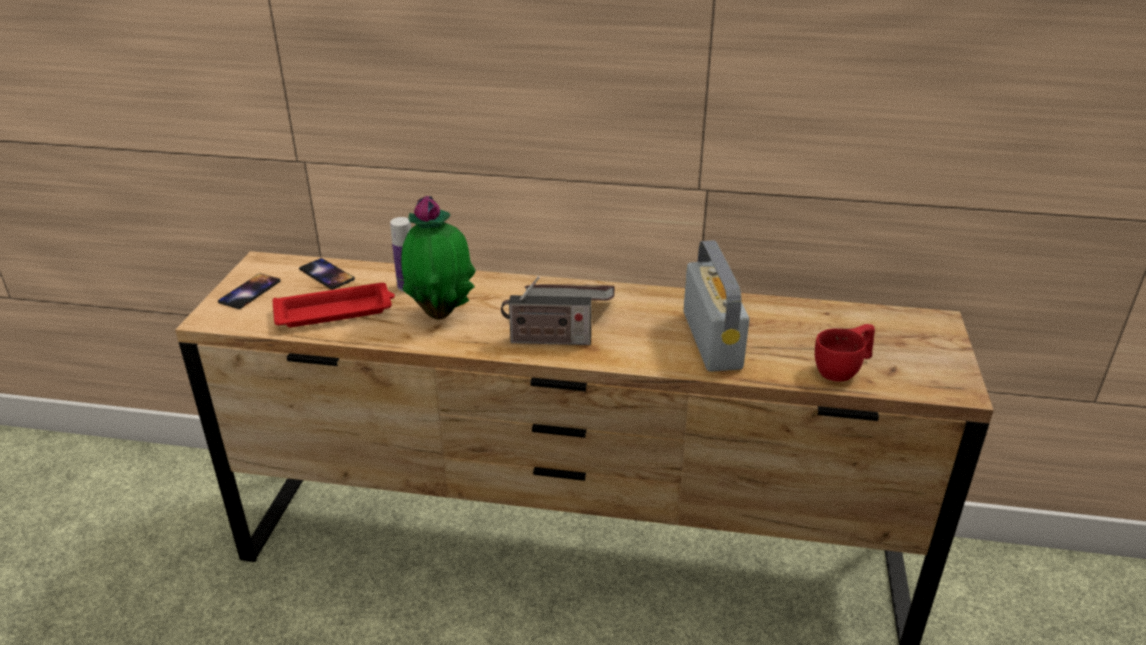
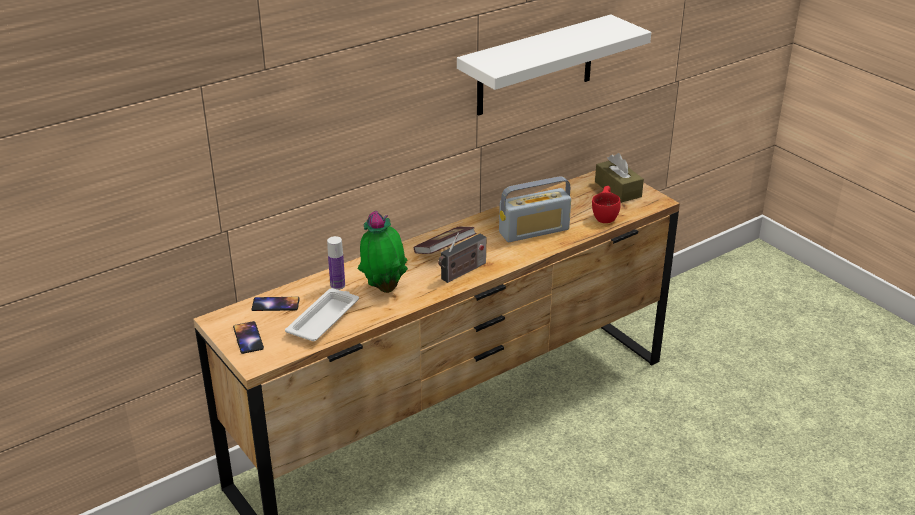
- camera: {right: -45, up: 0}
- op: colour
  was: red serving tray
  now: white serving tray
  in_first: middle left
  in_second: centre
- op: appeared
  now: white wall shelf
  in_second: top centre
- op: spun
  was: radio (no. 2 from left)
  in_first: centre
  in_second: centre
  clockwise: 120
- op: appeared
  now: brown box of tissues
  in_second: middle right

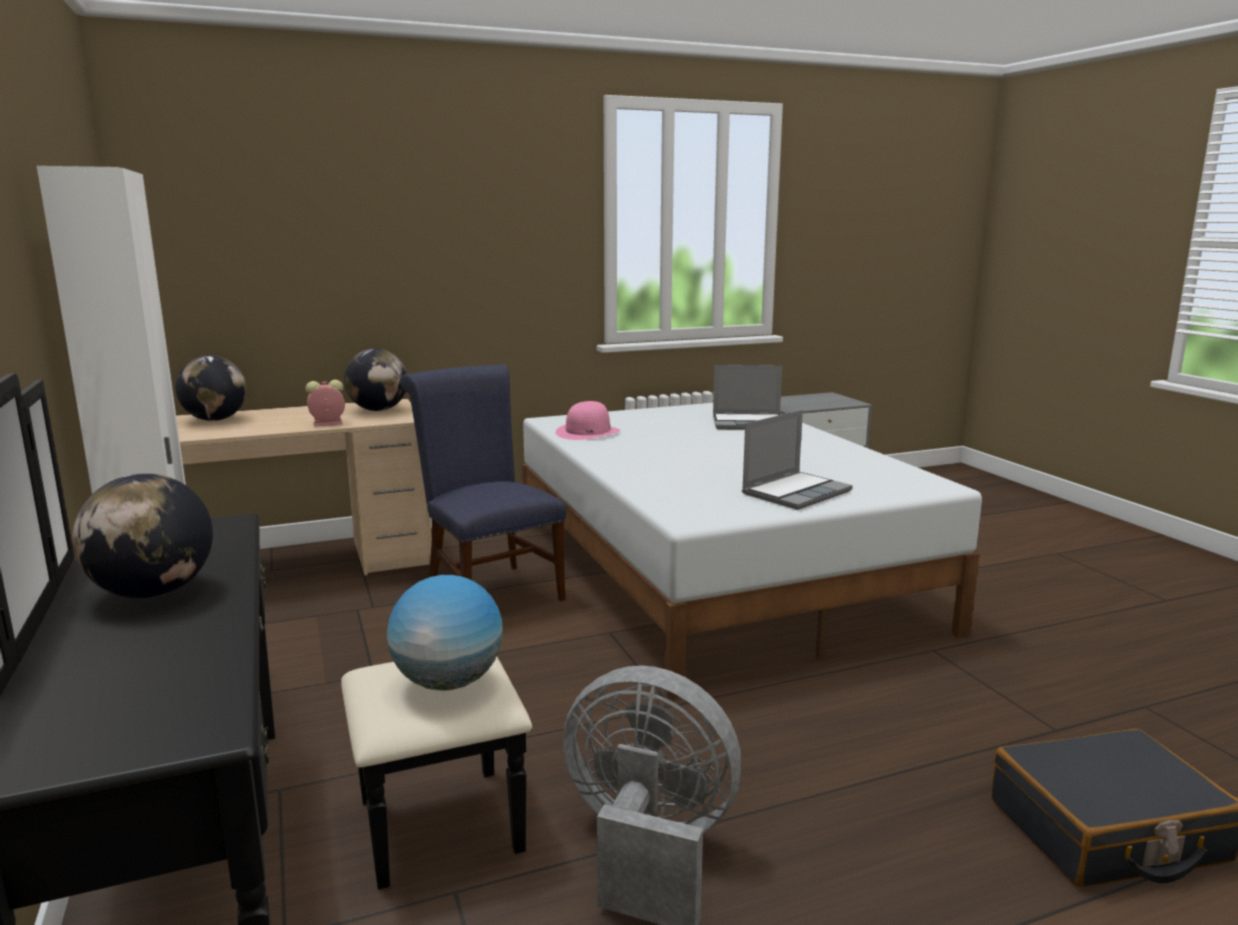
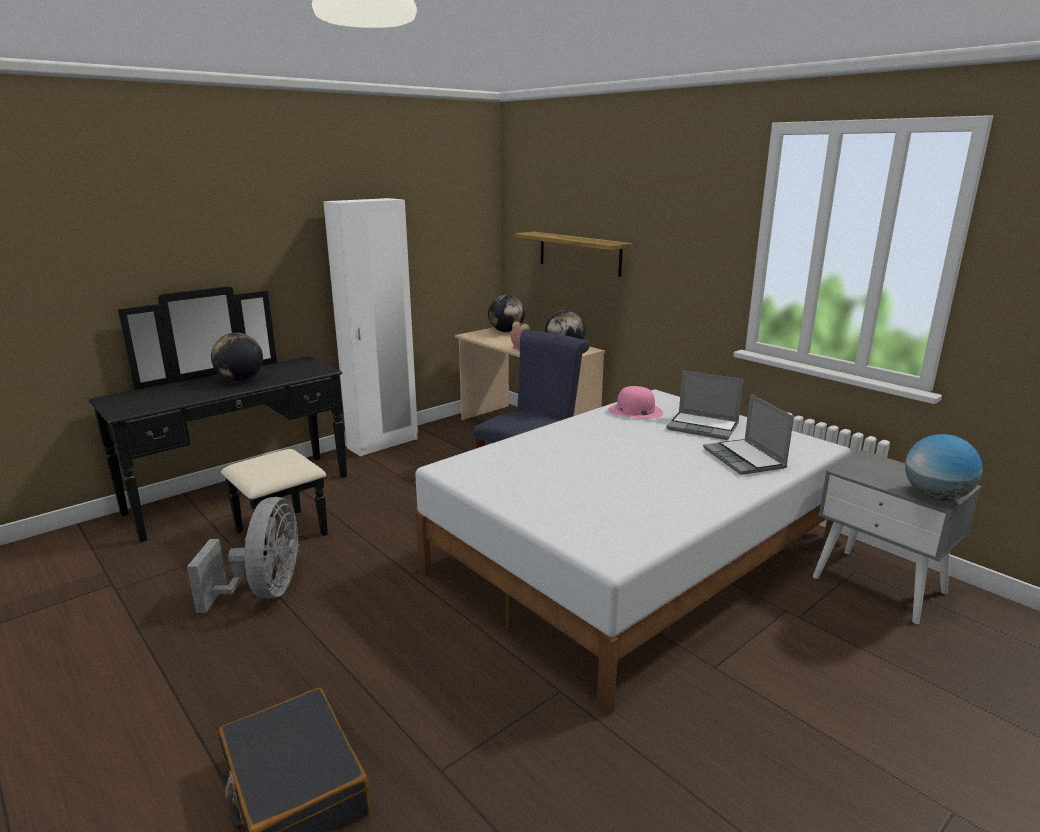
- camera: {right: 70, up: 5}
- op: appeared
  now: wall shelf
  in_second: top centre
- op: relocated
  was: laptop (no. 2 from left in the first image)
  now: laptop (no. 1 from left)
  in_first: centre
  in_second: middle right
- op: relocated
  was: desk globe (no. 4 from left)
  in_first: bottom centre
  in_second: middle right

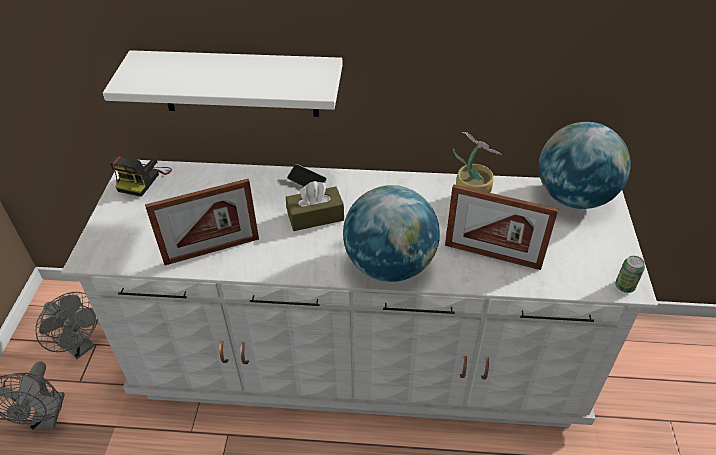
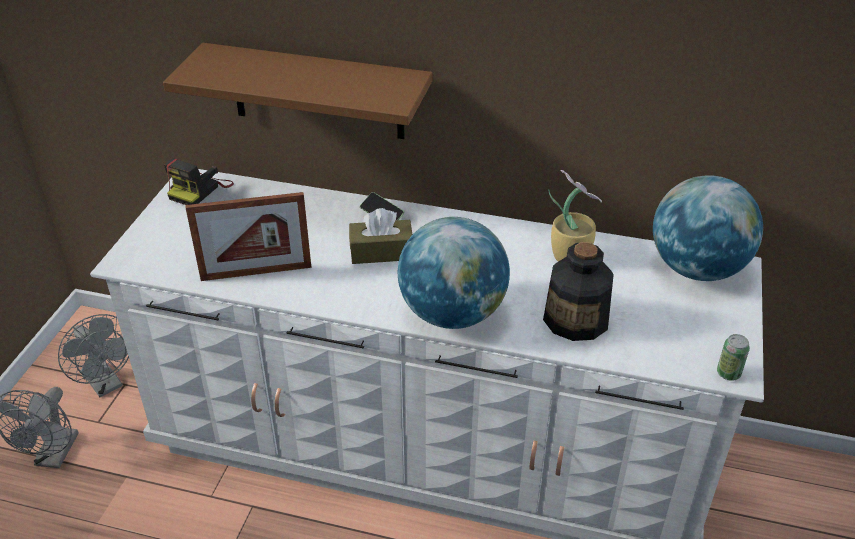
- camera: {right: 10, up: -5}
- op: colour
  was: white wall shelf
  now: brown wall shelf
  in_first: top left
  in_second: top centre
- op: exchanged
  was: photo frame (no. 2 from left)
  now: beverage bottle
  in_first: middle right
  in_second: middle right

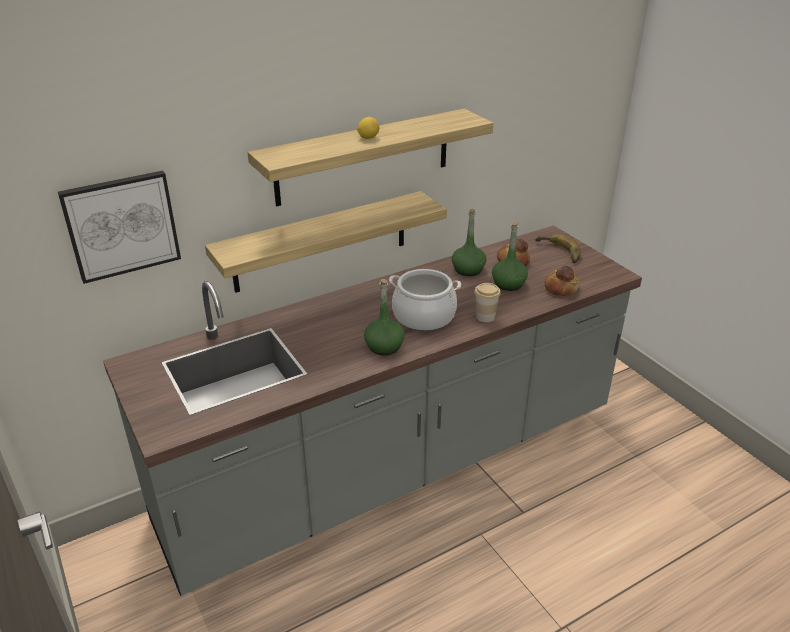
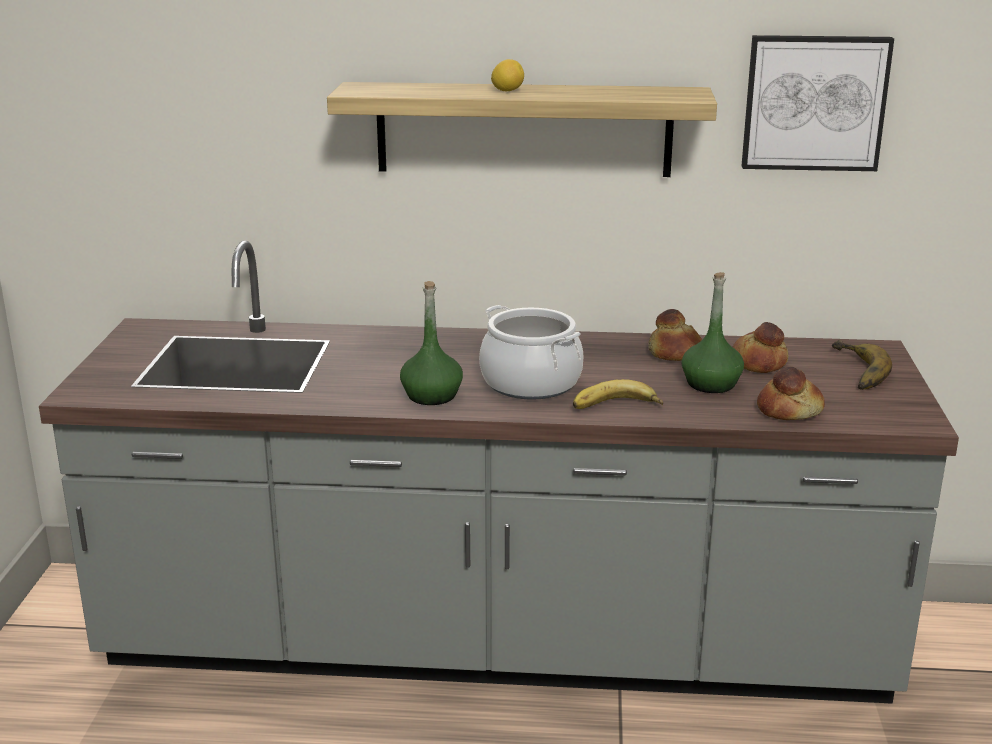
- camera: {right: 35, up: -10}
- op: exchanged
  was: drinking cup
  now: banana fruit (no. 1 from left)
  in_first: centre
  in_second: centre
- op: exchanged
  was: green-coloured beverage bottle (no. 2 from left)
  now: bread (no. 1 from left)
  in_first: centre
  in_second: middle right
- op: relocated
  was: wall art
  in_first: middle left
  in_second: top right
- op: missing
  was: wall shelf (no. 1 from left)
  in_first: centre

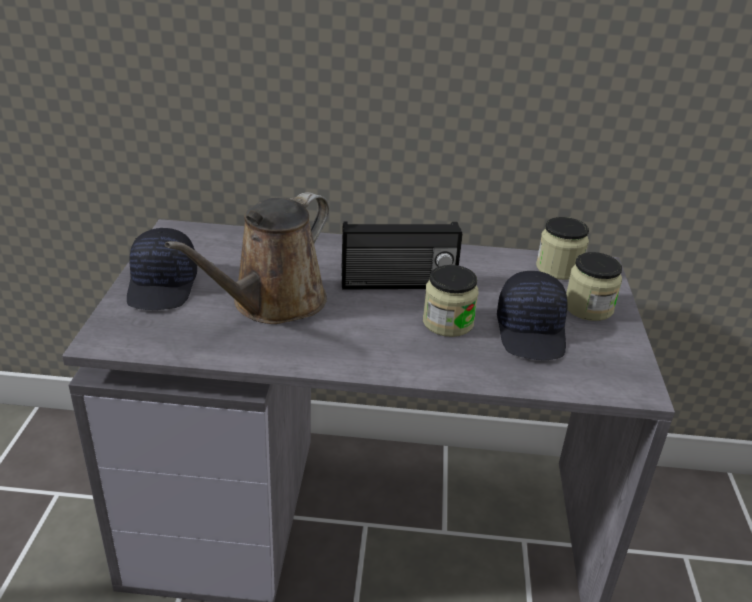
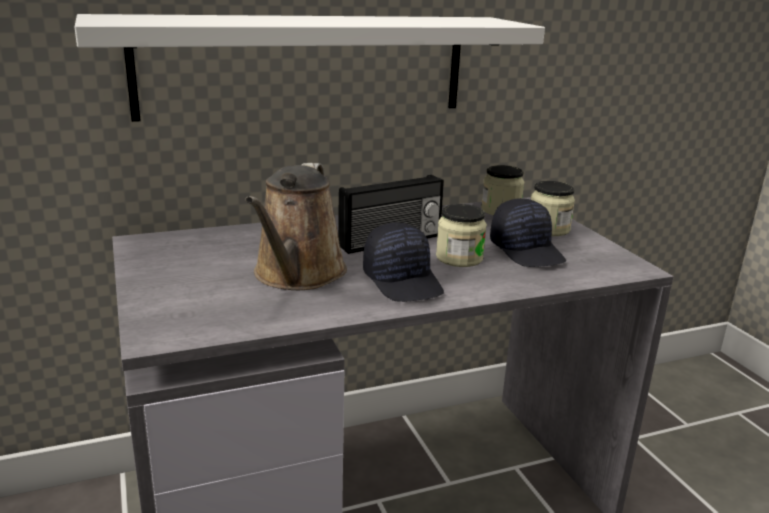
- camera: {right: -25, up: -10}
- op: appeared
  now: white wall shelf
  in_second: top centre
- op: relocated
  was: blackish cap (no. 1 from left)
  in_first: middle left
  in_second: centre

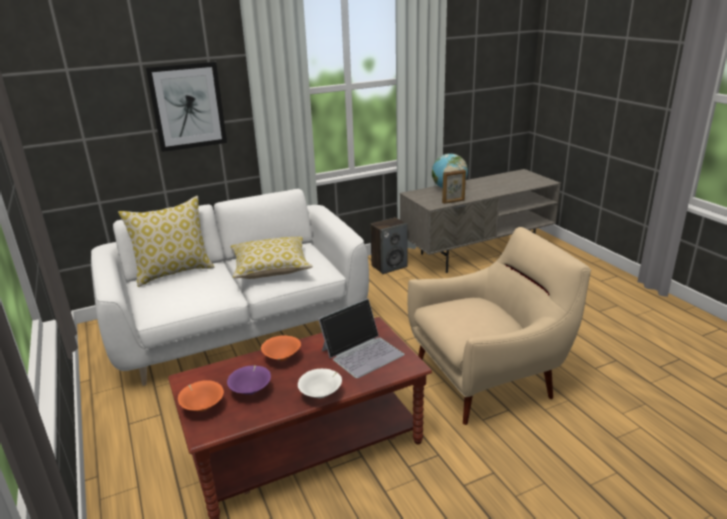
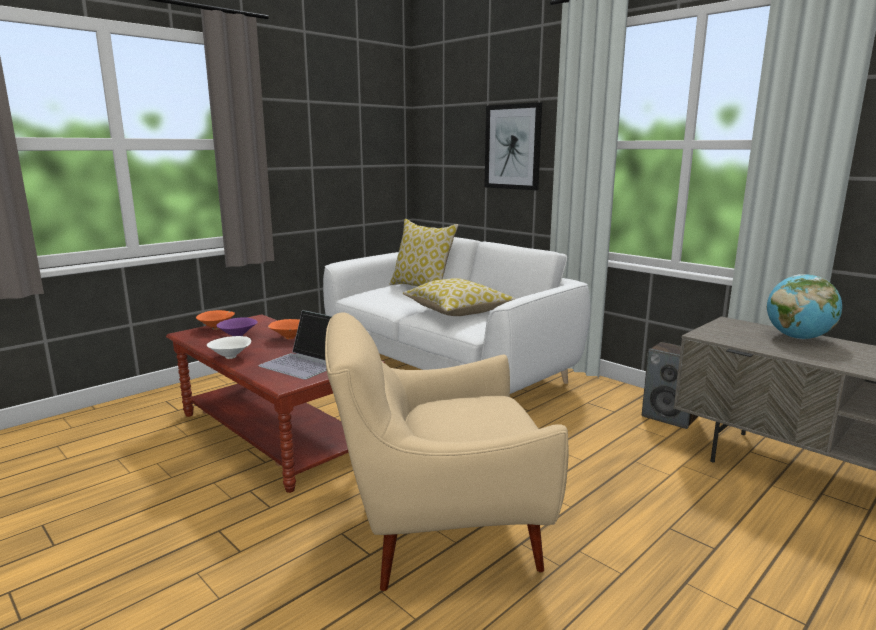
- camera: {right: 70, up: -10}
- op: spun
  was: beige easy chair
  in_first: middle right
  in_second: bottom centre
  clockwise: 120
- op: missing
  was: photo frame
  in_first: centre

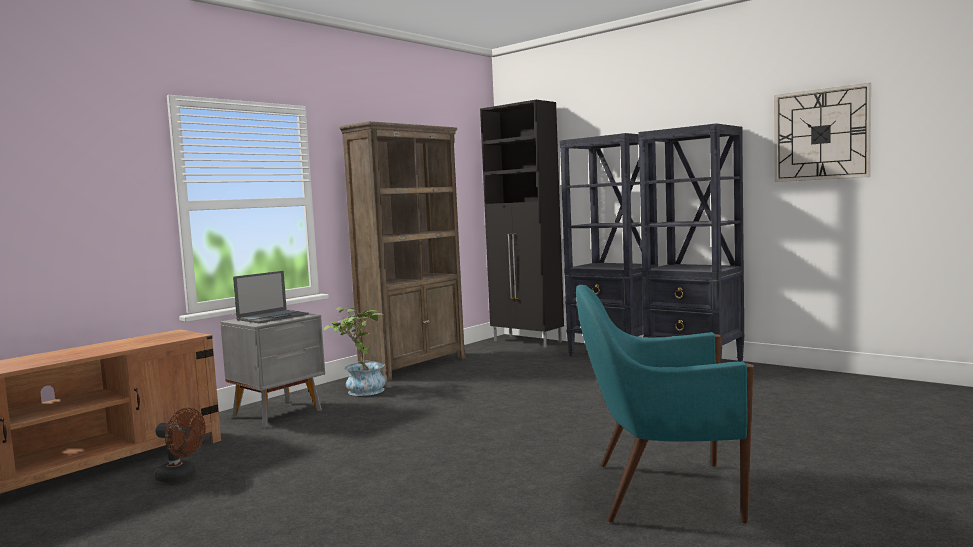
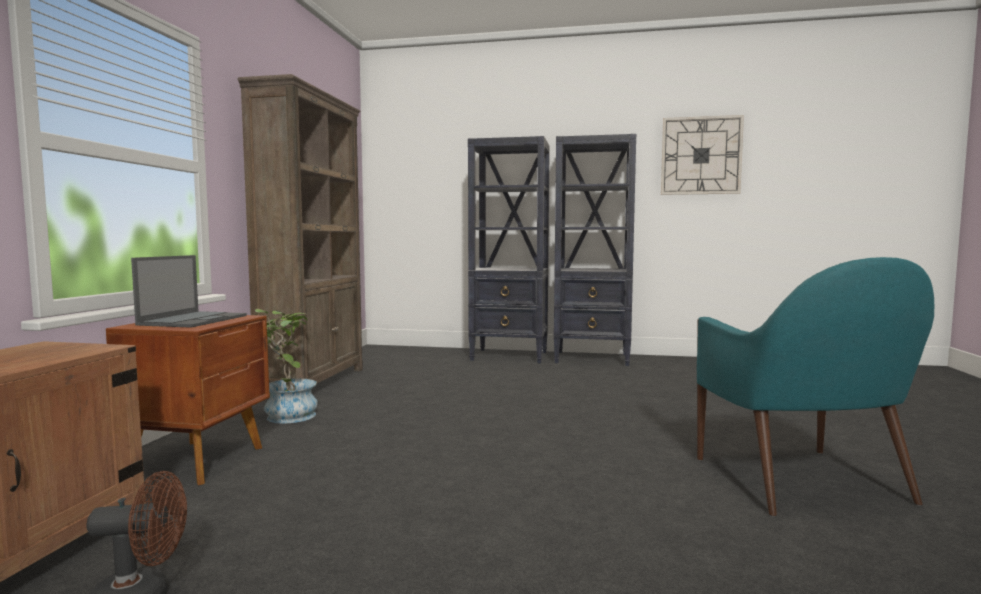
- camera: {right: -30, up: 0}
- op: colour
  was: greyish nightstand
  now: brown nightstand
  in_first: bottom left
  in_second: bottom left
- op: spun
  was: blue-green easy chair
  in_first: bottom right
  in_second: middle right
  clockwise: -75
- op: missing
  was: blackish cupboard
  in_first: centre

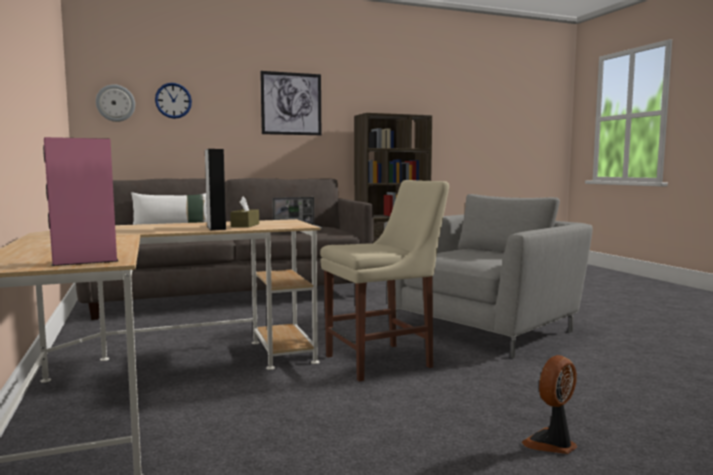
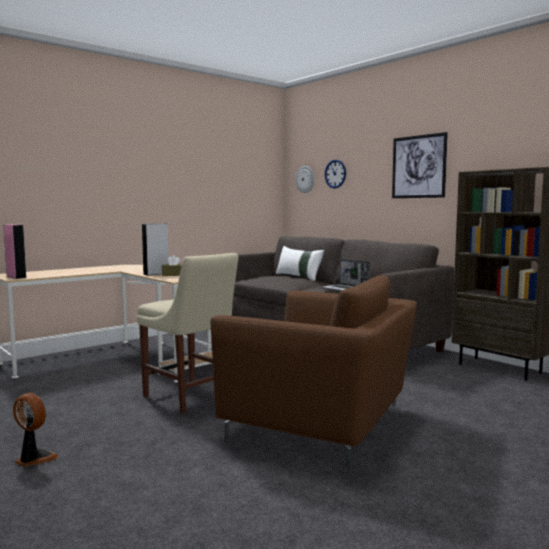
- camera: {right: 70, up: 0}
- op: colour
  was: greyish easy chair
  now: brown easy chair
  in_first: middle right
  in_second: bottom centre

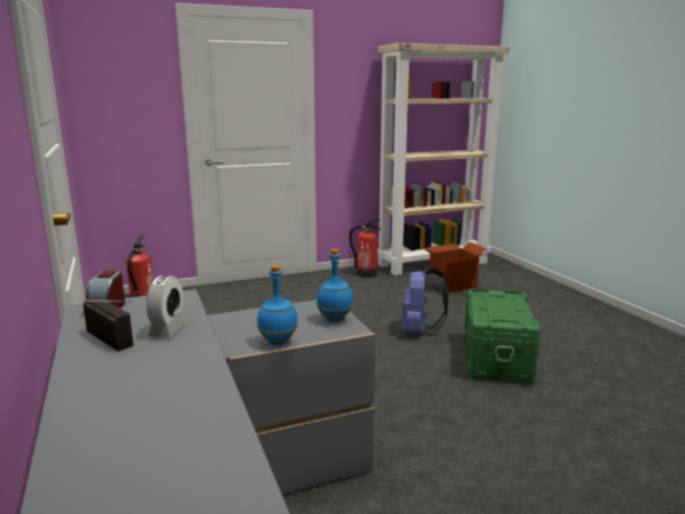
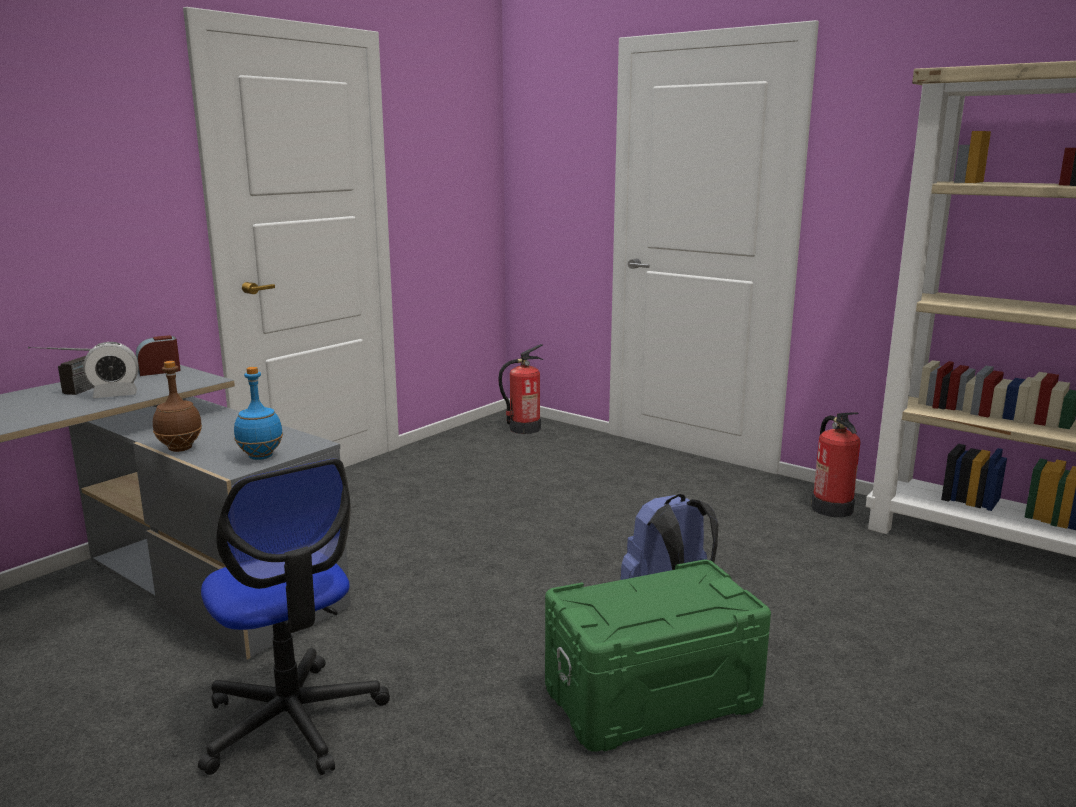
- camera: {right: 60, up: 0}
- op: colour
  was: blue-coloured beverage bottle (no. 1 from left)
  now: brown beverage bottle
  in_first: centre
  in_second: middle left
- op: appeared
  now: office chair
  in_second: bottom left
- op: missing
  was: cardboard box
  in_first: centre

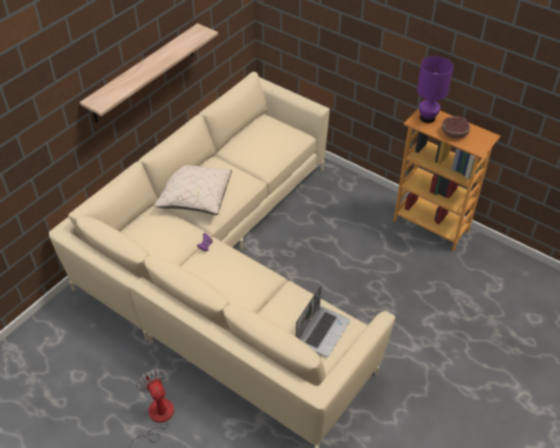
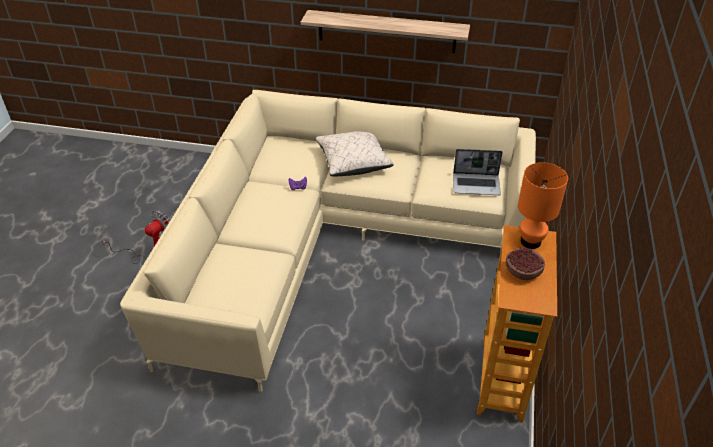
- camera: {right: 65, up: -5}
- op: relocated
  was: laptop
  in_first: bottom centre
  in_second: middle right
- op: colour
  was: purple lamp for a table
  now: orangey lamp for a table
  in_first: top right
  in_second: middle right

